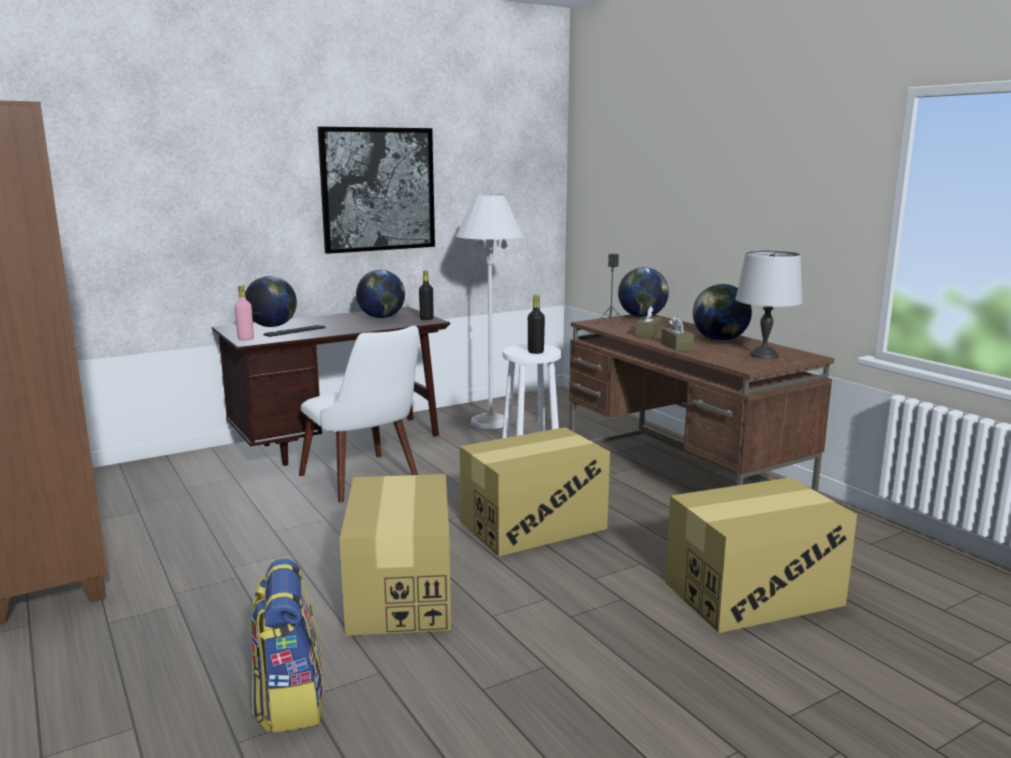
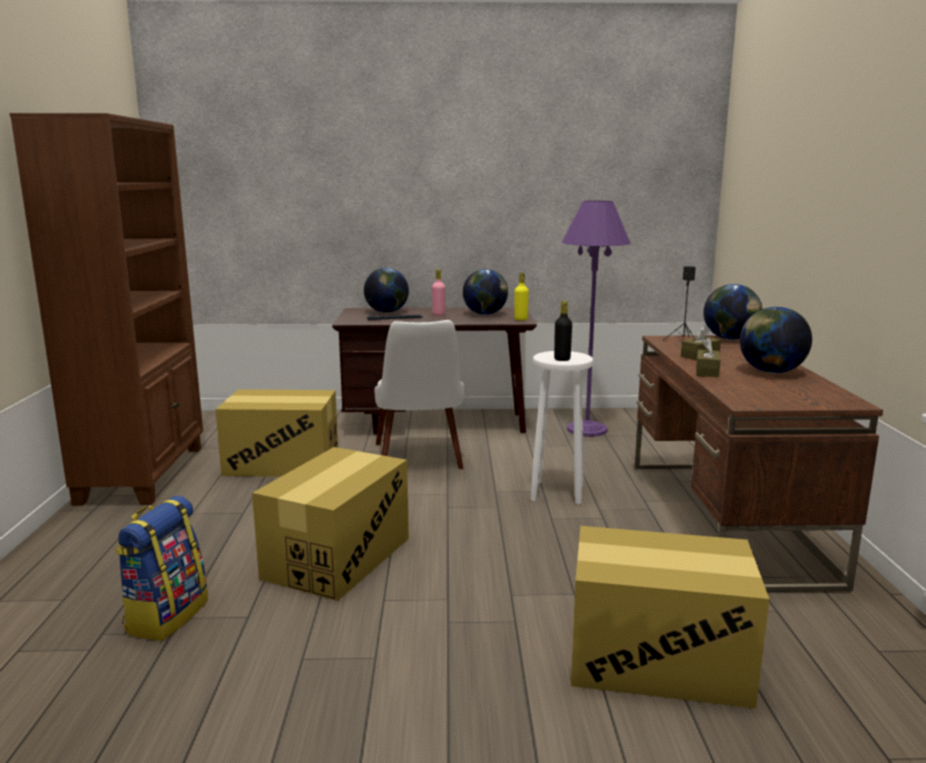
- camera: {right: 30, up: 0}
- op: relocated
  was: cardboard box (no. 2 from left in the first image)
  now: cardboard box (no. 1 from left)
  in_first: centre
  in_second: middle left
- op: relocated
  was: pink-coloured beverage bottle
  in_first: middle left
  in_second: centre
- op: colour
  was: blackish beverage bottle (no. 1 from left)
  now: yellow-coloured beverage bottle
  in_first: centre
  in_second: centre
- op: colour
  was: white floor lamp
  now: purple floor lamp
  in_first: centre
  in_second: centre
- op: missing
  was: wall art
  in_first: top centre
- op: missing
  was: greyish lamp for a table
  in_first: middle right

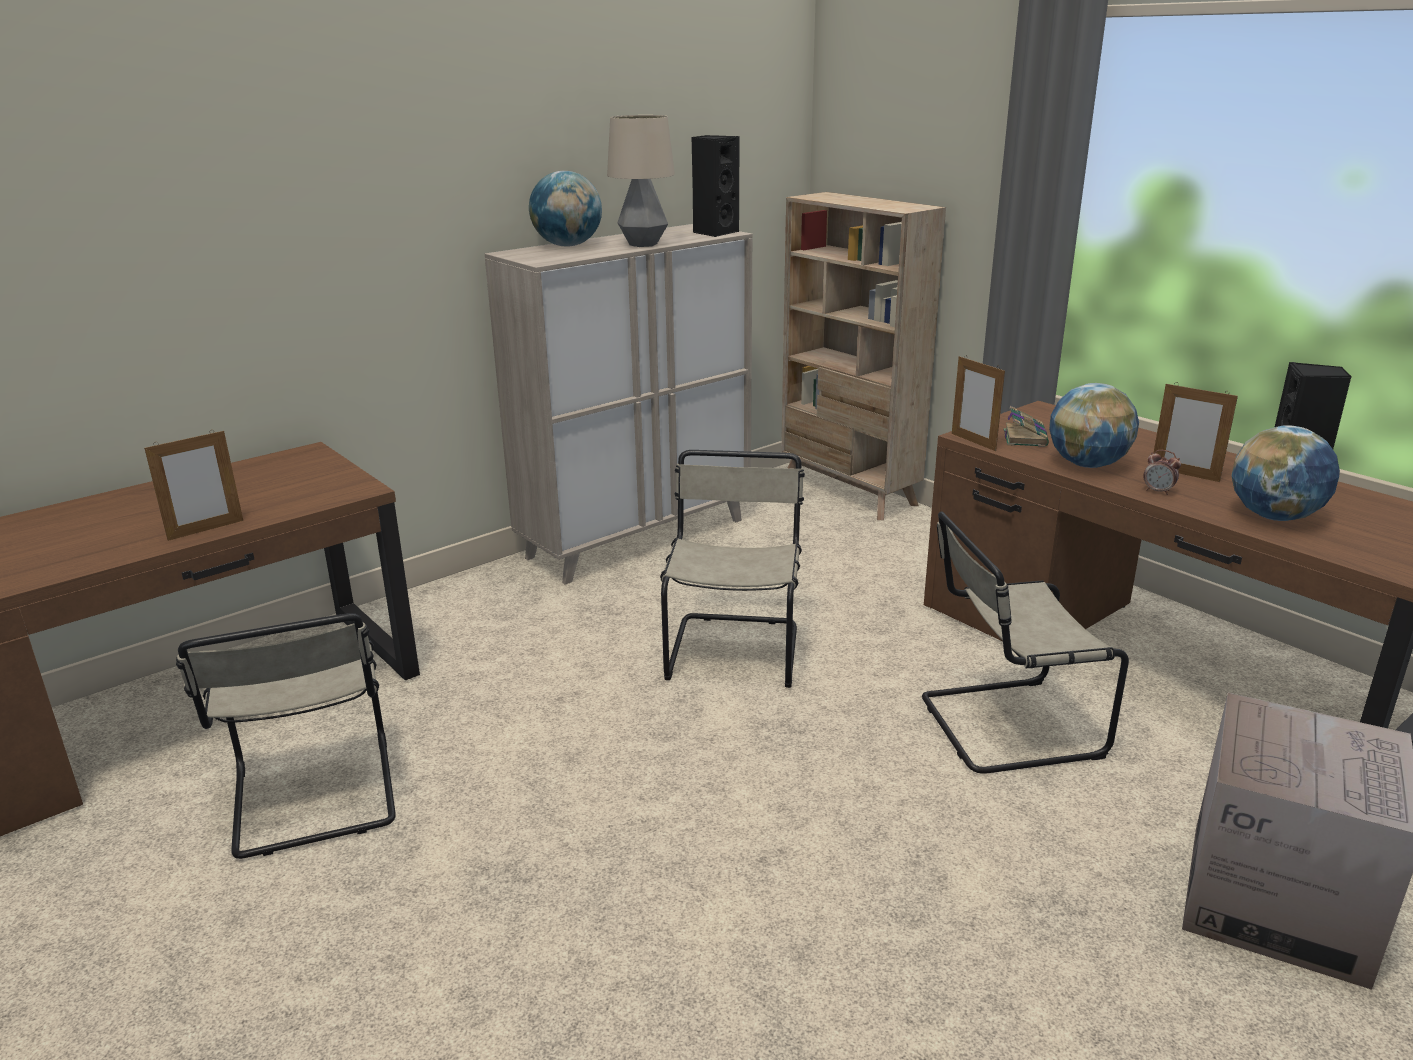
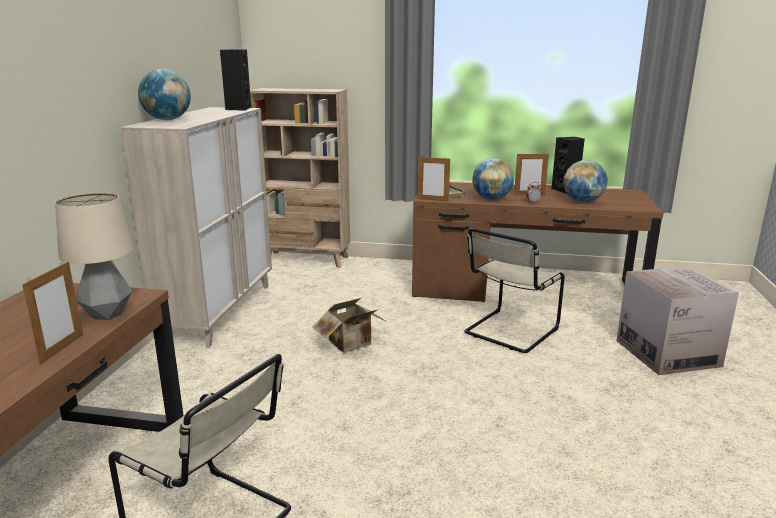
- camera: {right: -40, up: -5}
- op: relocated
  was: lamp for a table
  in_first: top centre
  in_second: middle left
- op: exchanged
  was: beige chair (no. 2 from left)
  now: cardboard box (no. 1 from left)
  in_first: centre
  in_second: centre

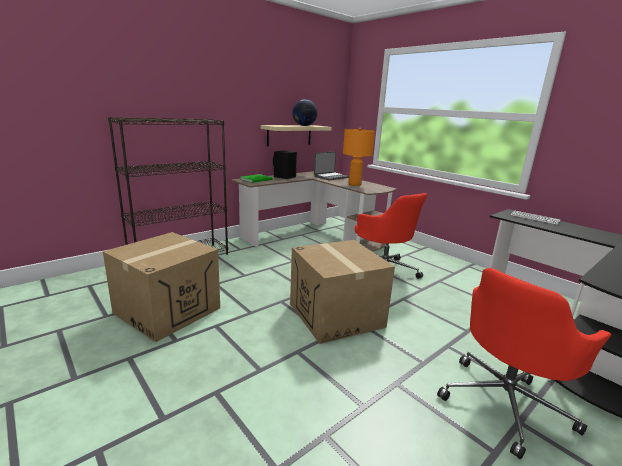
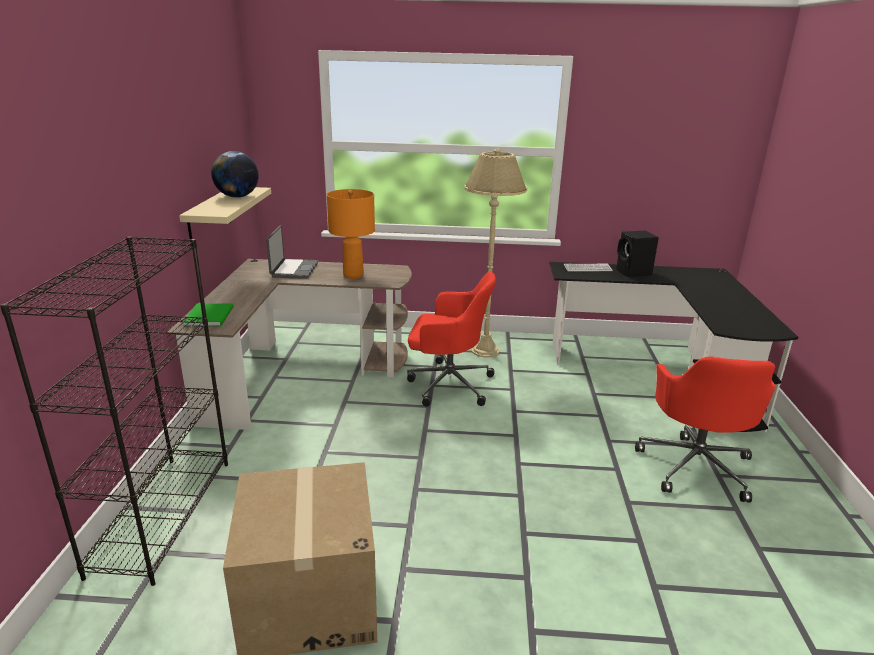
- camera: {right: -45, up: 5}
- op: appeared
  now: beige floor lamp
  in_second: centre
- op: relocated
  was: blackish loudspeaker
  in_first: centre
  in_second: middle right
- op: missing
  was: cardboard box (no. 2 from left)
  in_first: centre

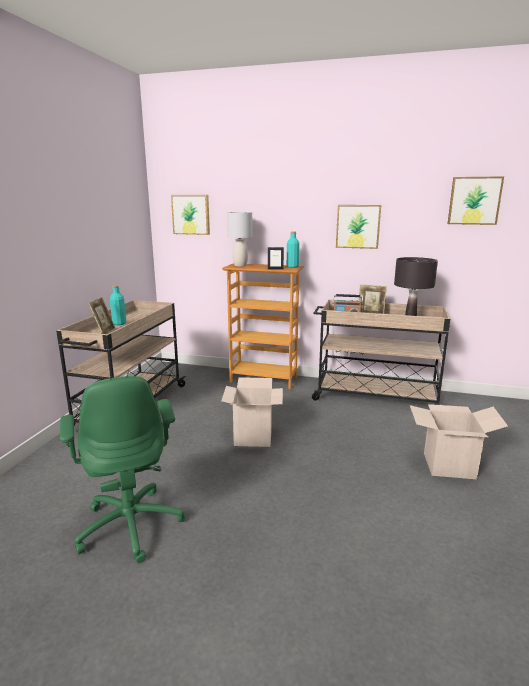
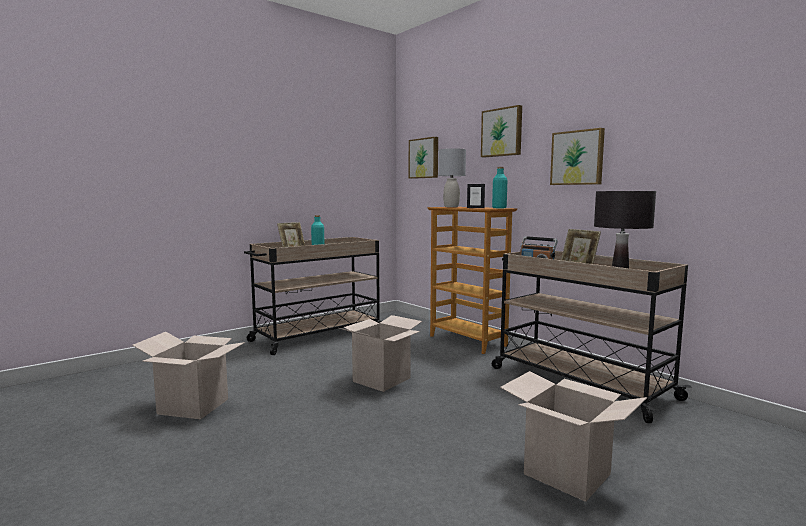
- camera: {right: 35, up: -10}
- op: exchanged
  was: green-coloured office chair
  now: cardboard box (no. 1 from left)
  in_first: bottom left
  in_second: bottom left
- op: relocated
  was: wall art (no. 3 from left in the first image)
  now: wall art (no. 2 from left)
  in_first: top right
  in_second: top centre

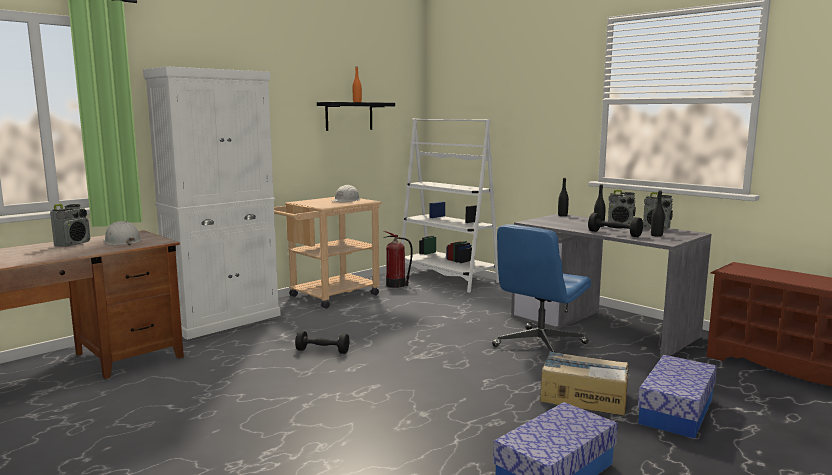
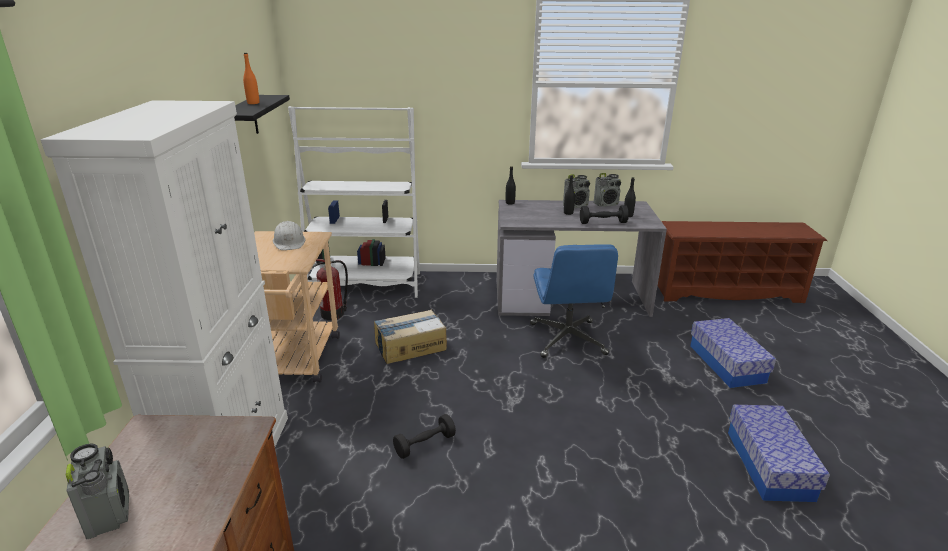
- camera: {right: -45, up: 15}
- op: relocated
  was: cardboard box
  in_first: bottom right
  in_second: centre
- op: missing
  was: white work helmet (no. 1 from left)
  in_first: middle left

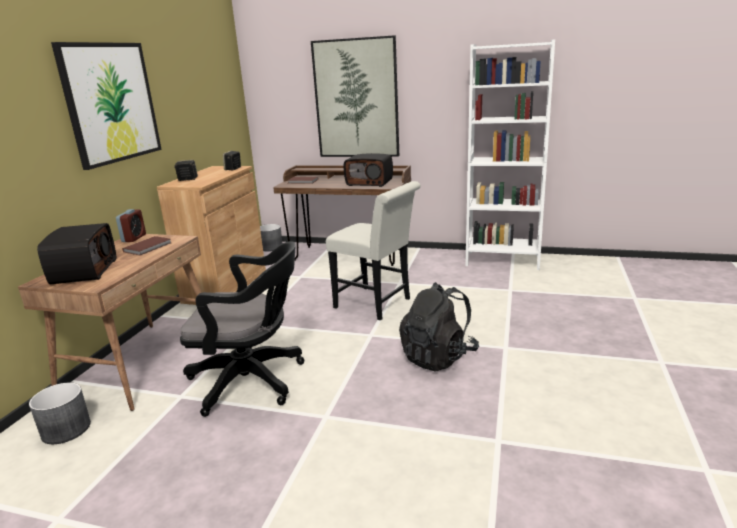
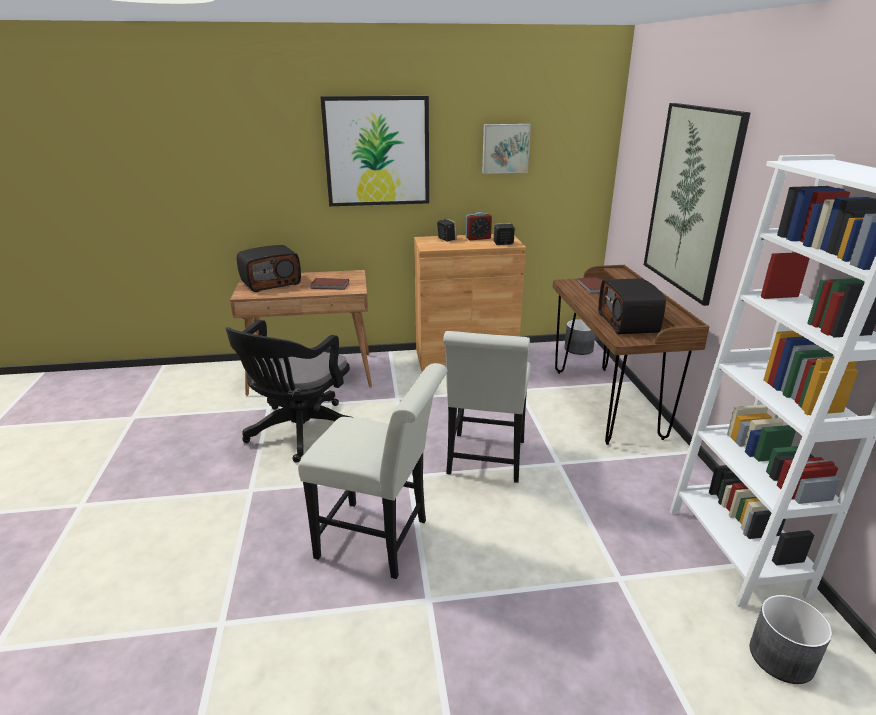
- camera: {right: 65, up: 5}
- op: spun
  was: blackish office chair
  in_first: middle left
  in_second: middle left
  clockwise: 45
- op: exchanged
  was: blackish knapsack
  now: white chair (no. 1 from left)
  in_first: centre
  in_second: centre
- op: relocated
  was: bedside clock
  in_first: middle left
  in_second: top centre
- op: appeared
  now: wall art (no. 2 from left)
  in_second: top centre
- op: relocated
  was: greyish planter (no. 1 from left in the first image)
  now: greyish planter (no. 2 from left)
  in_first: bottom left
  in_second: bottom right

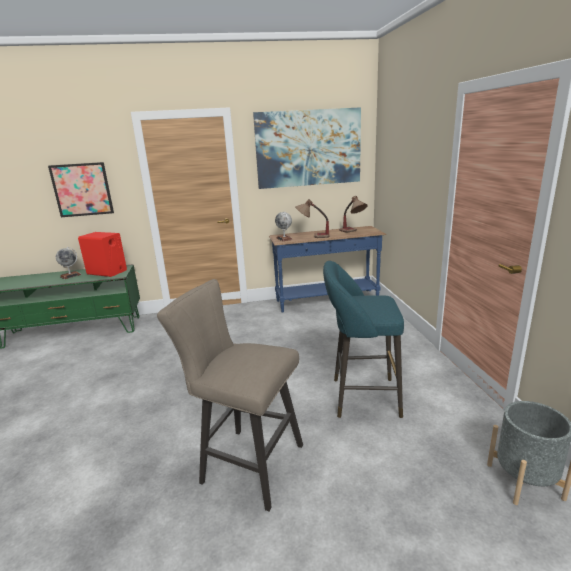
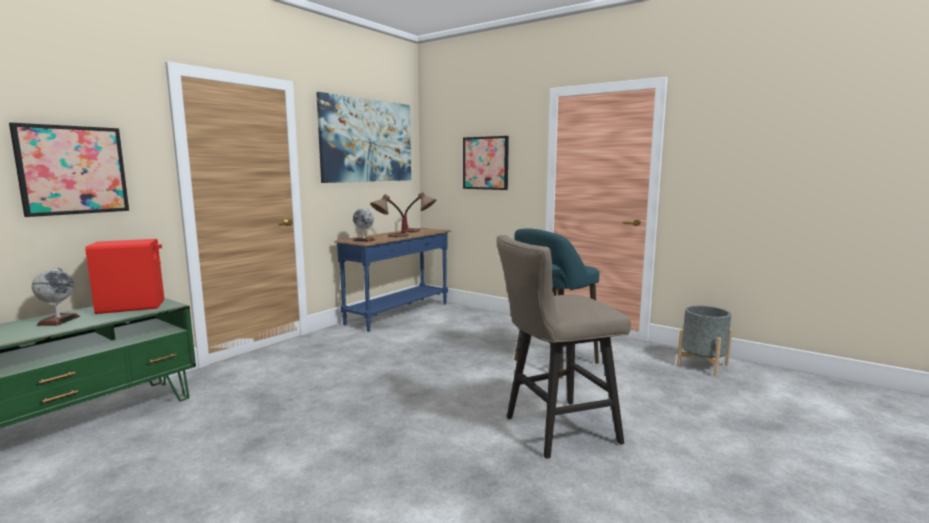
- camera: {right: -45, up: -10}
- op: appeared
  now: wall art (no. 3 from left)
  in_second: top centre

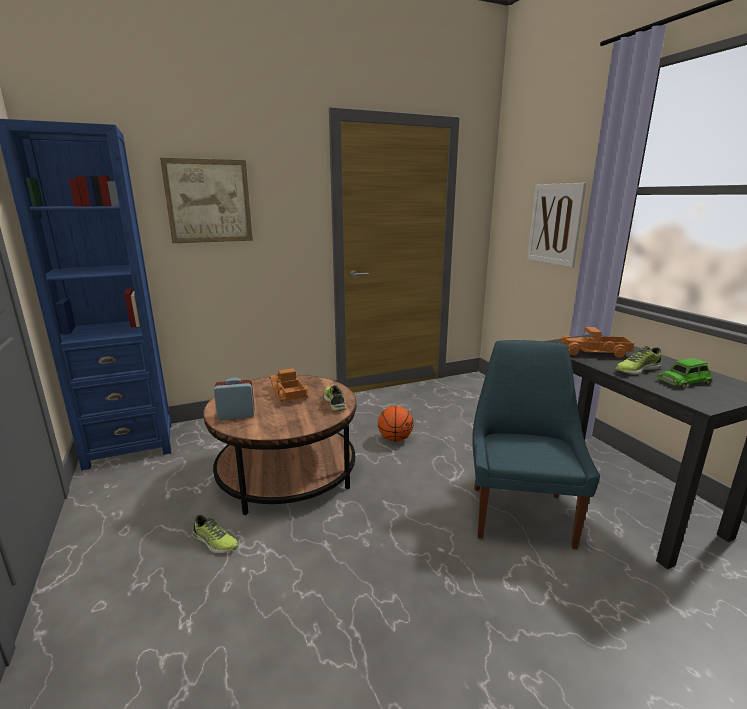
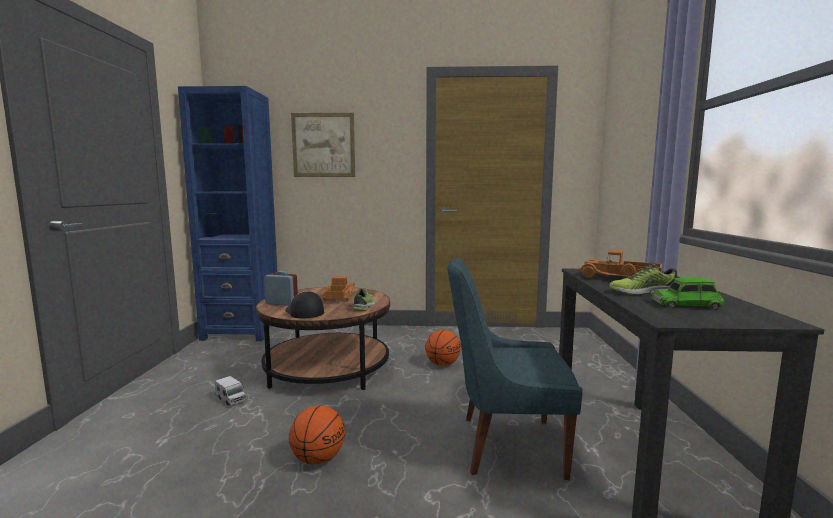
- camera: {right: 25, up: -10}
- op: exchanged
  was: item of footwear (no. 1 from left)
  now: toy lorry (no. 1 from left)
  in_first: bottom left
  in_second: bottom left
- op: appeared
  now: cap
  in_second: centre
- op: appeared
  now: ball for basketball (no. 1 from left)
  in_second: bottom centre
- op: spun
  was: blue-coloured chair
  in_first: middle right
  in_second: bottom centre
  clockwise: -120
- op: missing
  was: wall art (no. 2 from left)
  in_first: top right

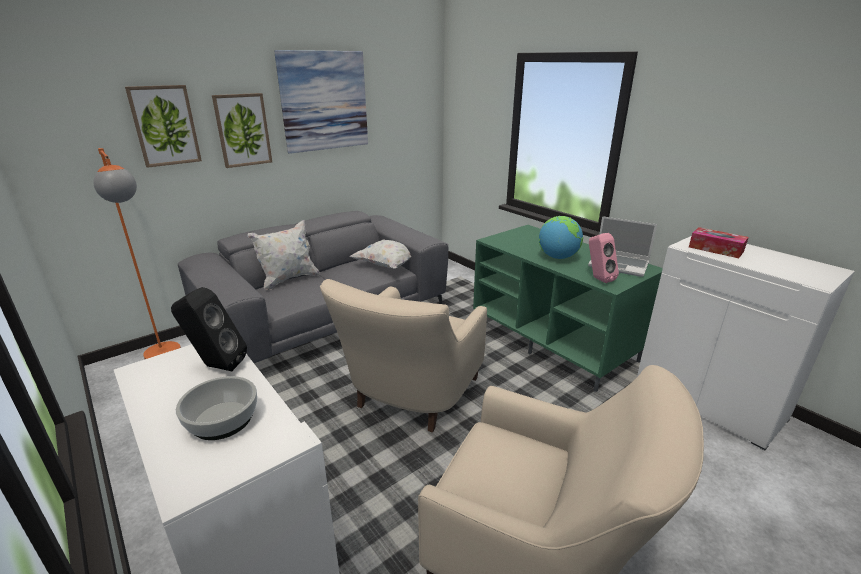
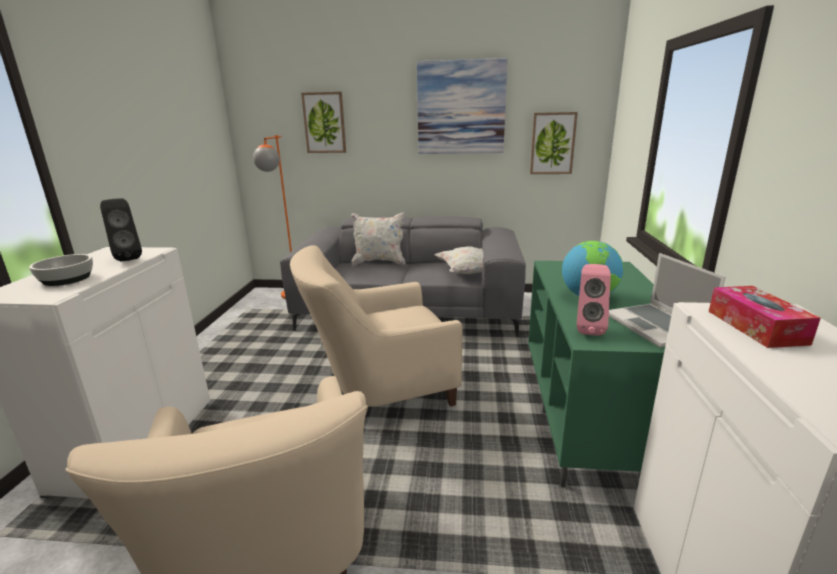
- camera: {right: 45, up: -5}
- op: relocated
  was: wall art (no. 2 from left in the first image)
  now: wall art (no. 3 from left)
  in_first: top left
  in_second: top centre

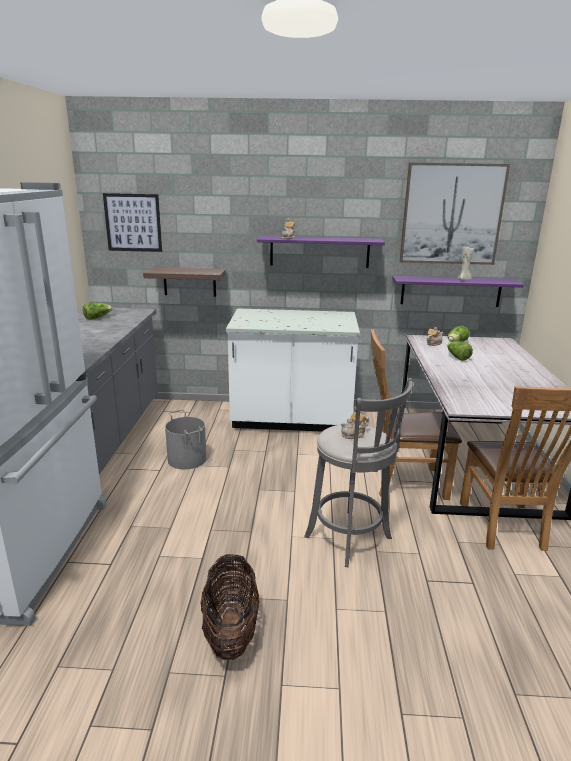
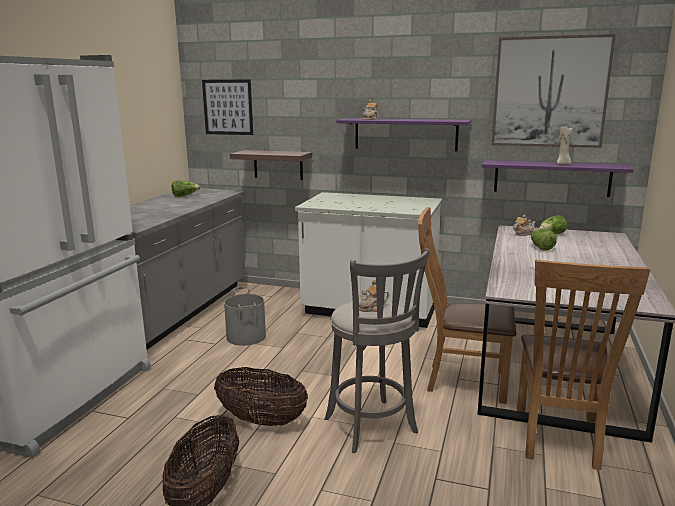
- camera: {right: 15, up: -5}
- op: appeared
  now: basket (no. 2 from left)
  in_second: bottom centre

